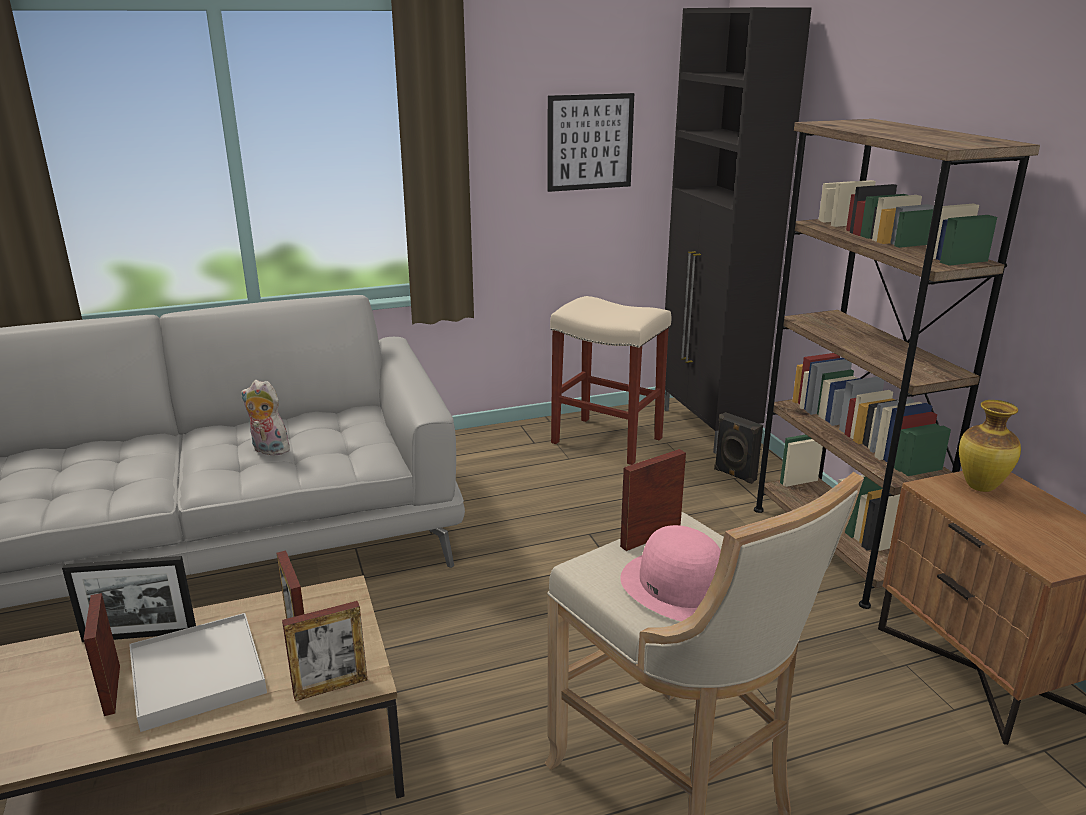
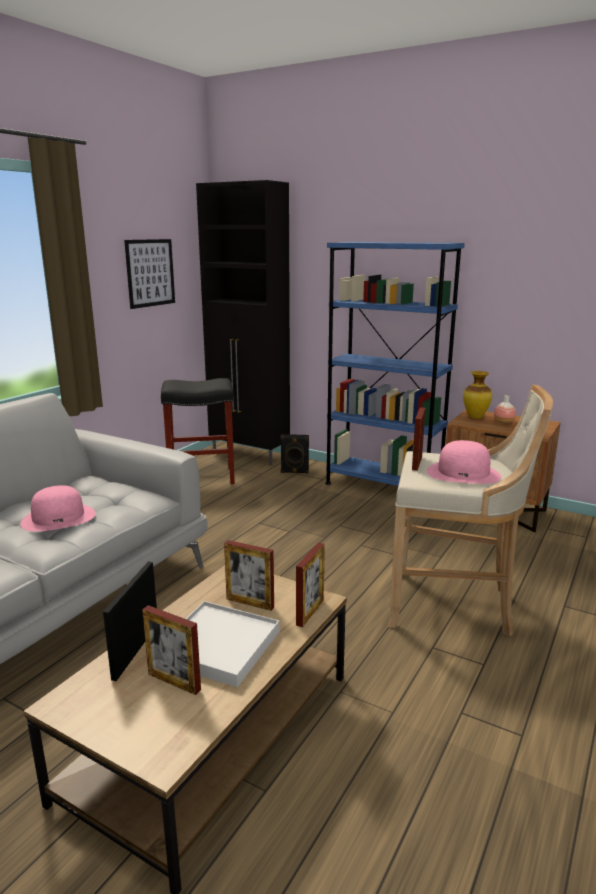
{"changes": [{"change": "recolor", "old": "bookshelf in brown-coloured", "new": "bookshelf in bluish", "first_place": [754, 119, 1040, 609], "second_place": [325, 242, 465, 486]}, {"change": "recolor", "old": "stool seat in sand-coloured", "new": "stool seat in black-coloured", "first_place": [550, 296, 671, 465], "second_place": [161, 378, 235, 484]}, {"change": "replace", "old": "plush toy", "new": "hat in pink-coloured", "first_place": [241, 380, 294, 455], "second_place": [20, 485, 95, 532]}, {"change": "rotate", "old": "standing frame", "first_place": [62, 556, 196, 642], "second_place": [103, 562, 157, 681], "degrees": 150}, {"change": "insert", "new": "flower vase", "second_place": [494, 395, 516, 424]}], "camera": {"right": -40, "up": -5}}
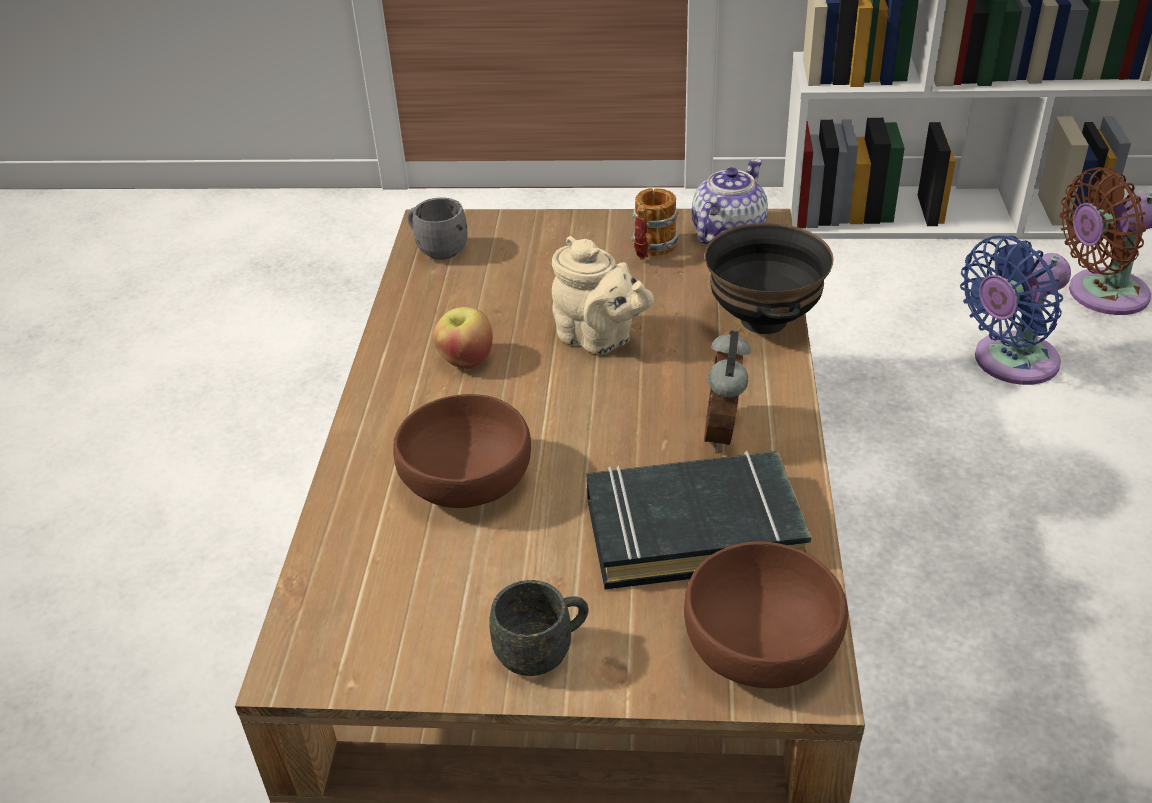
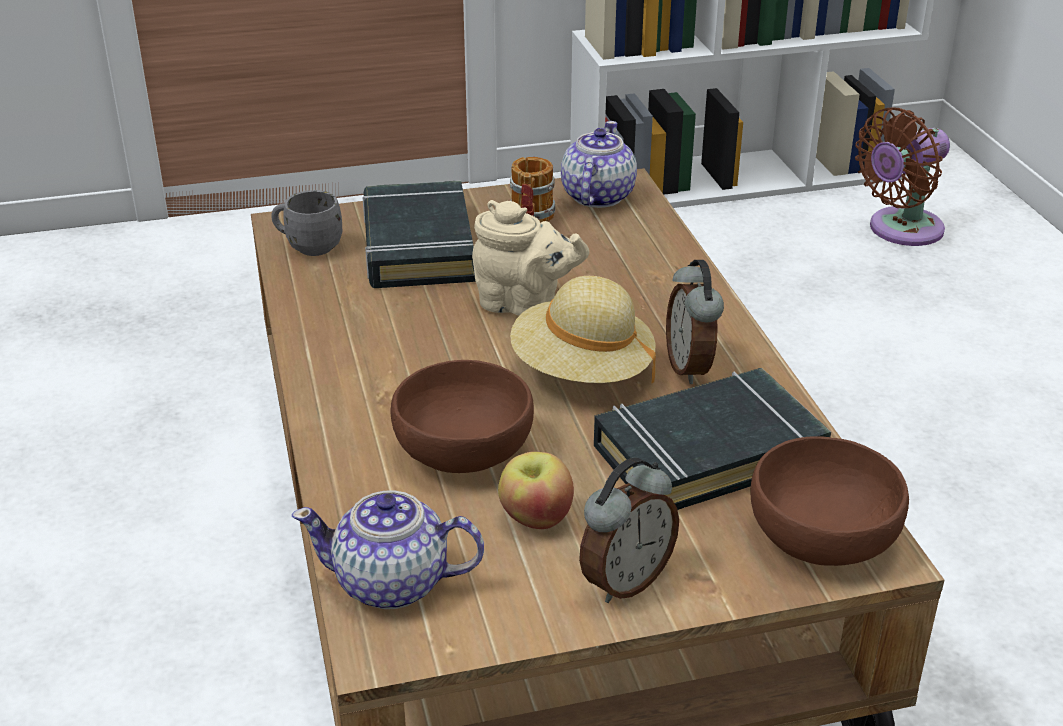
{"changes": [{"change": "delete", "old": "serving bowl in black-coloured", "first_place": [705, 223, 834, 334]}, {"change": "delete", "old": "fan in bluish", "first_place": [960, 235, 1071, 385]}, {"change": "move", "old": "apple", "first_place": [433, 307, 493, 369], "second_place": [498, 452, 574, 529]}, {"change": "replace", "old": "mug in greyish", "new": "bedside clock", "first_place": [489, 580, 589, 676], "second_place": [579, 457, 679, 603]}, {"change": "insert", "new": "book in black-coloured", "second_place": [362, 180, 476, 288]}, {"change": "insert", "new": "hat in sand-coloured", "second_place": [510, 276, 656, 383]}, {"change": "insert", "new": "pot for tea", "second_place": [292, 490, 484, 609]}], "camera": {"right": -20, "up": -5}}
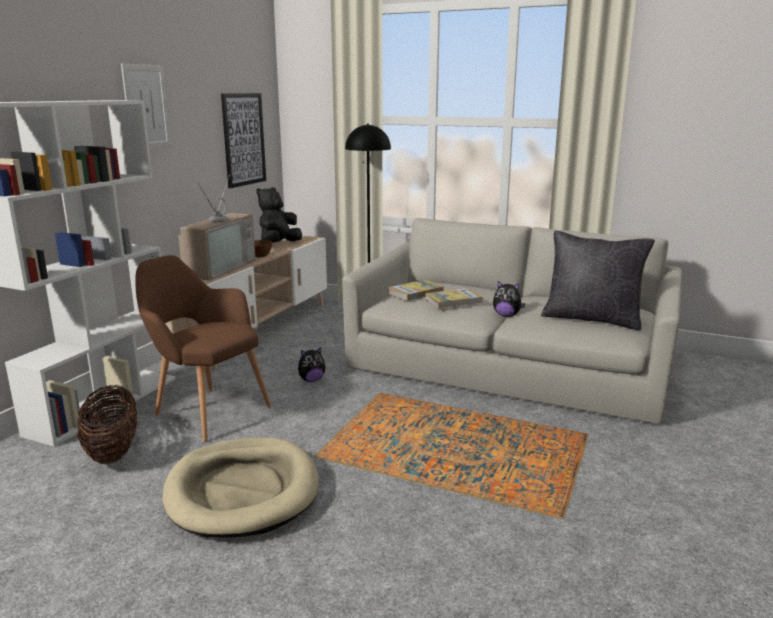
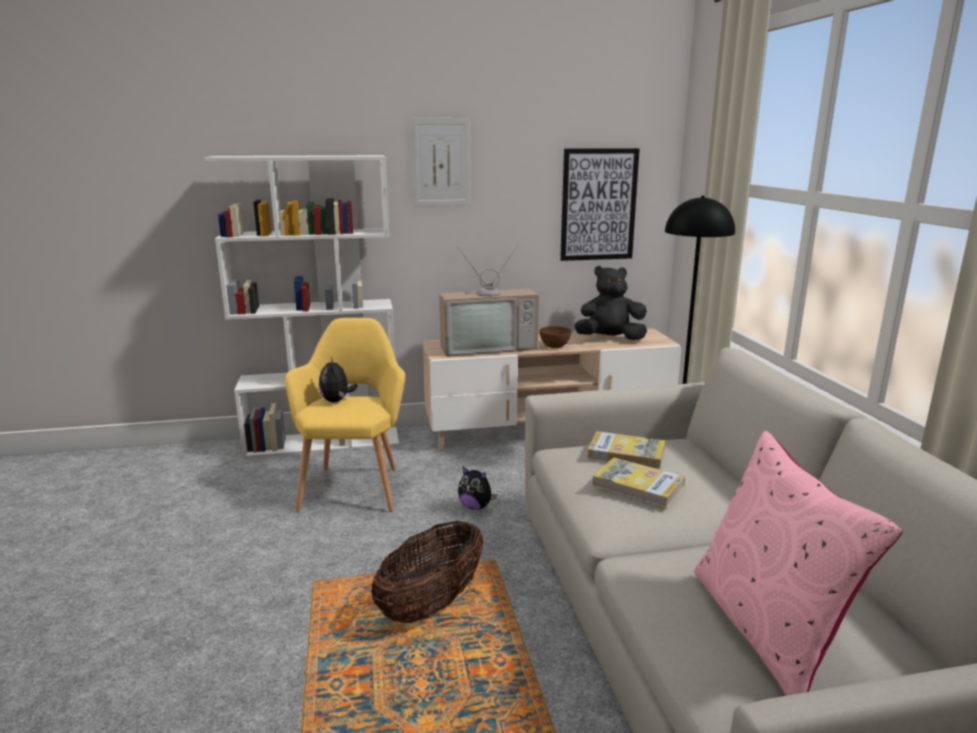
{"changes": [{"change": "recolor", "old": "throw pillow in black-coloured", "new": "throw pillow in pink-coloured", "first_place": [541, 231, 655, 330], "second_place": [694, 431, 903, 696]}, {"change": "recolor", "old": "lounge chair in brown-coloured", "new": "lounge chair in yellow-coloured", "first_place": [135, 255, 271, 442], "second_place": [285, 318, 405, 512]}, {"change": "move", "old": "plush toy", "first_place": [493, 281, 526, 317], "second_place": [319, 357, 358, 402]}, {"change": "move", "old": "storage basket", "first_place": [77, 385, 137, 464], "second_place": [371, 521, 484, 623]}, {"change": "delete", "old": "dog cushion in sand-coloured", "first_place": [162, 437, 319, 537]}], "camera": {"right": 55, "up": 0}}
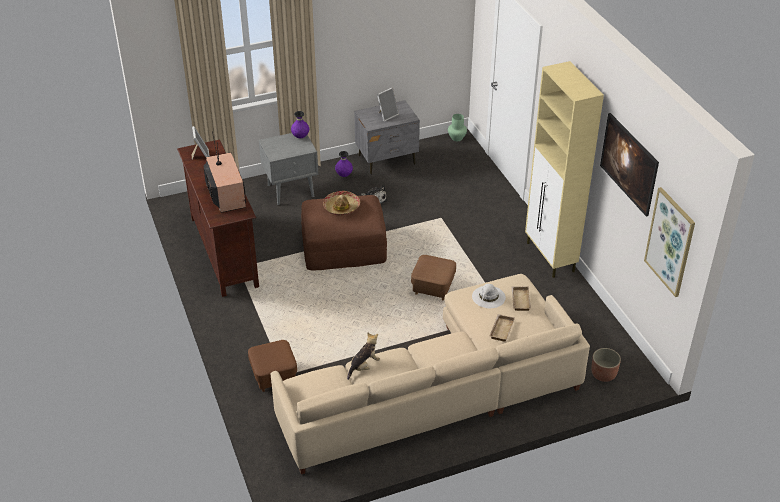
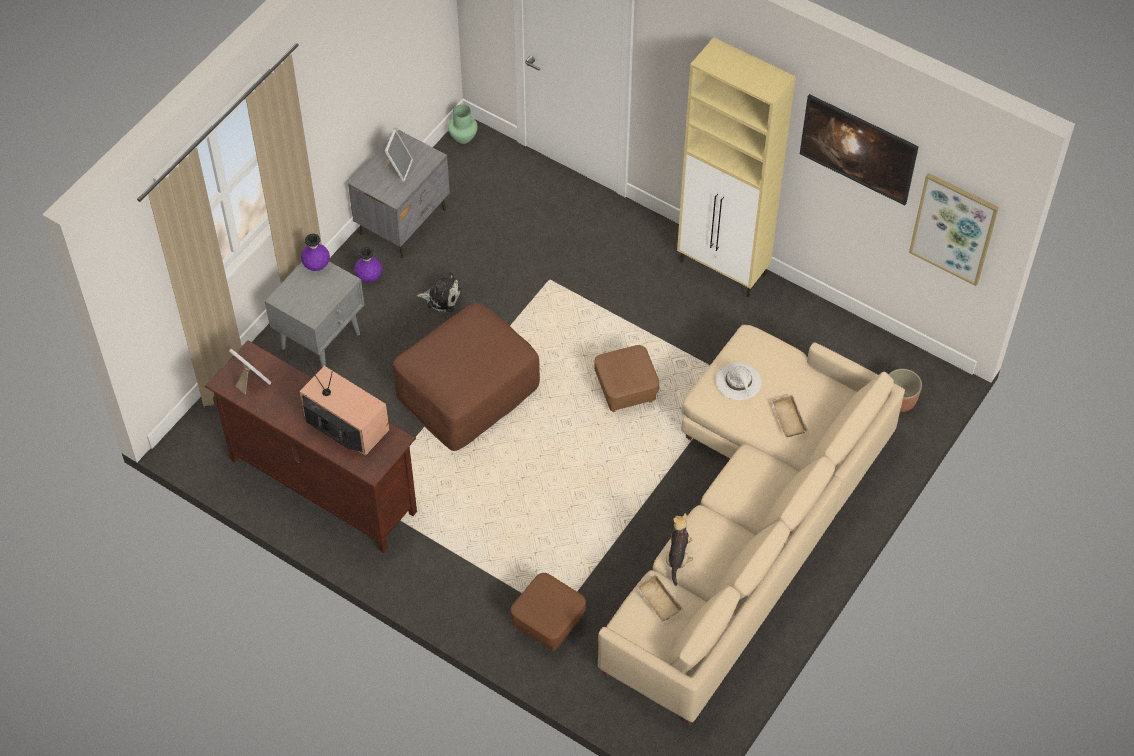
{"changes": [{"change": "delete", "old": "hat", "first_place": [323, 191, 360, 215]}, {"change": "move", "old": "serving tray in sand-coloured", "first_place": [511, 286, 531, 311], "second_place": [635, 574, 683, 622]}], "camera": {"right": -35, "up": 15}}
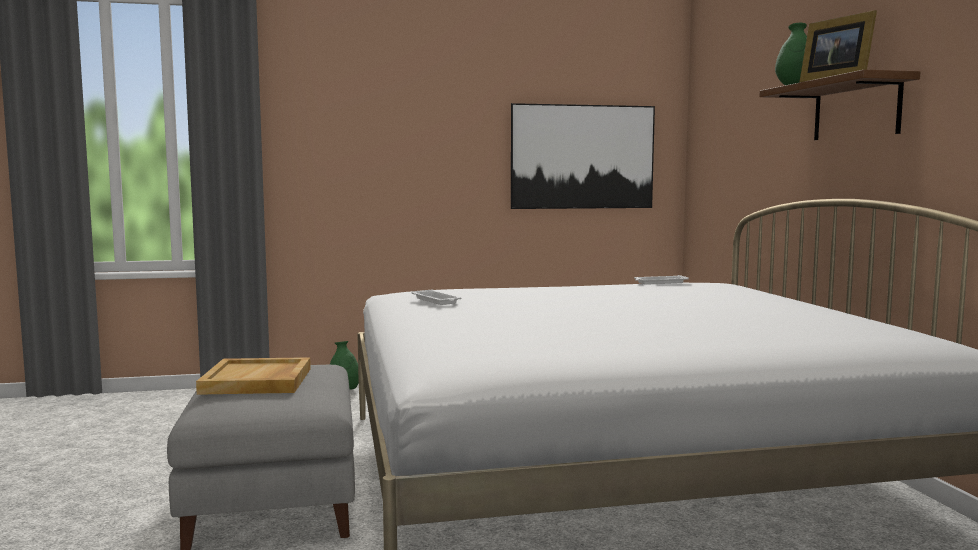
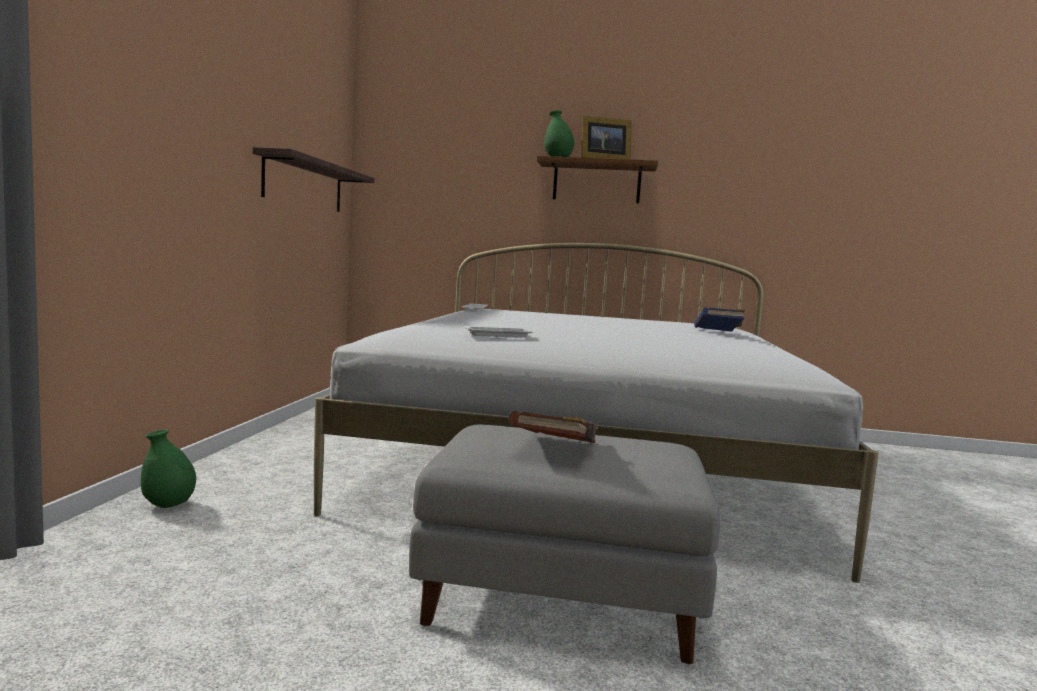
{"changes": [{"change": "replace", "old": "wall art", "new": "bracket shelf", "first_place": [511, 103, 655, 209], "second_place": [253, 147, 374, 212]}, {"change": "replace", "old": "serving tray in sand-coloured", "new": "book in brown-coloured", "first_place": [196, 357, 311, 395], "second_place": [509, 411, 598, 443]}, {"change": "insert", "new": "book in bluish", "second_place": [694, 308, 745, 332]}], "camera": {"right": -70, "up": 0}}
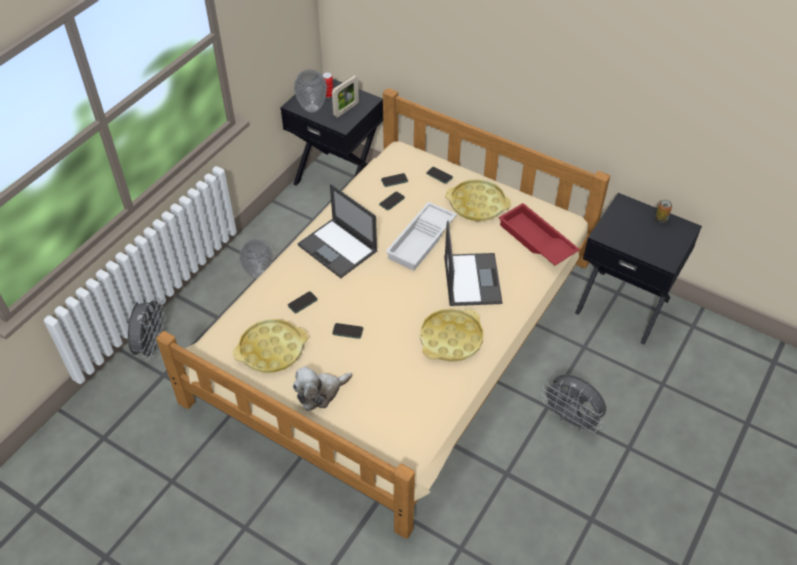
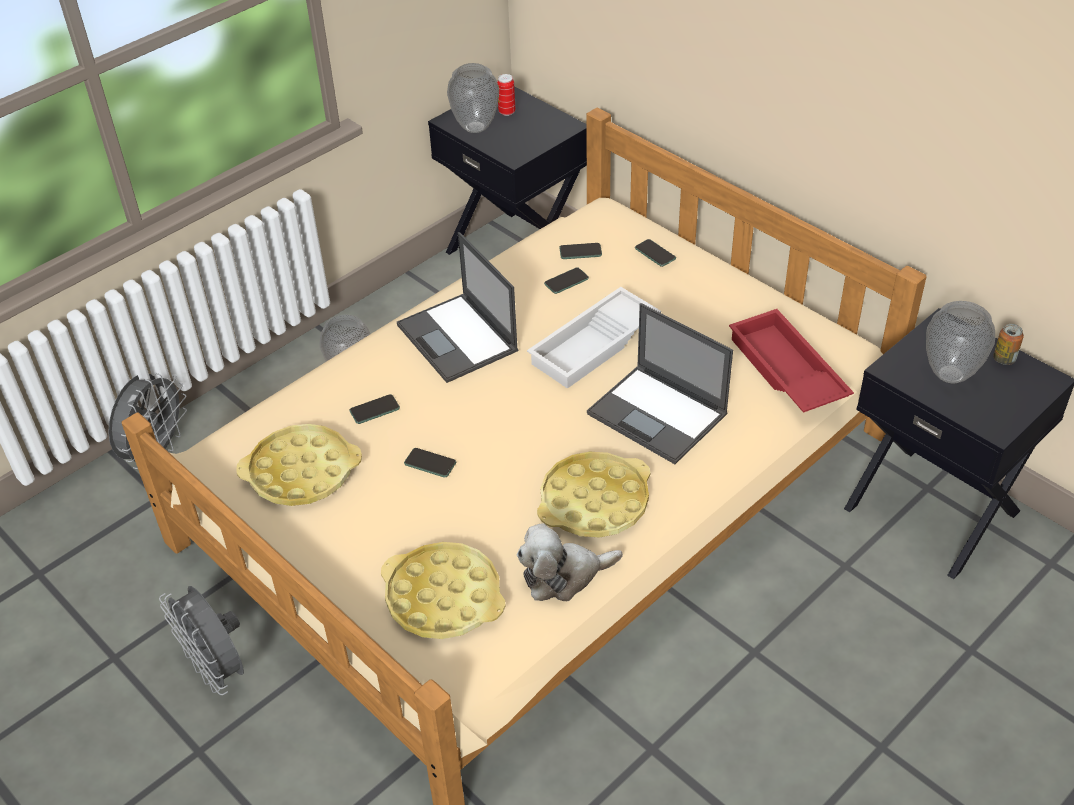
{"changes": [{"change": "delete", "old": "standing frame", "first_place": [332, 75, 359, 117]}, {"change": "move", "old": "serving tray in yellow-coloured", "first_place": [445, 179, 511, 221], "second_place": [381, 542, 505, 639]}, {"change": "rotate", "old": "portable computer", "first_place": [444, 221, 503, 306], "second_place": [587, 303, 733, 464], "degrees": 120}, {"change": "move", "old": "plush toy", "first_place": [293, 366, 352, 411], "second_place": [517, 523, 623, 601]}, {"change": "move", "old": "fan in greyish", "first_place": [541, 374, 606, 433], "second_place": [159, 586, 244, 695]}, {"change": "insert", "new": "flower vase", "second_place": [926, 301, 995, 383]}], "camera": {"right": 15, "up": -5}}
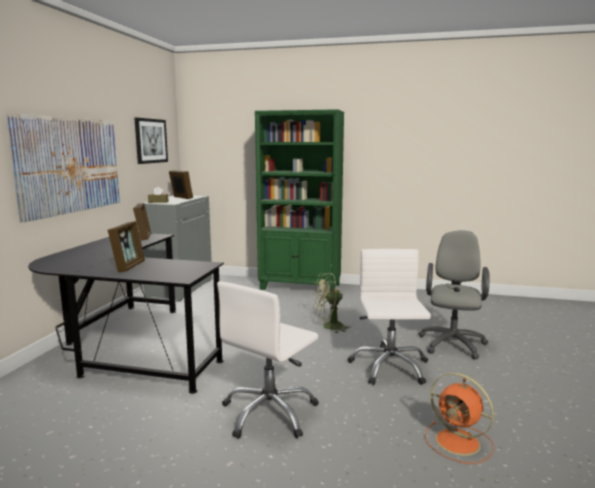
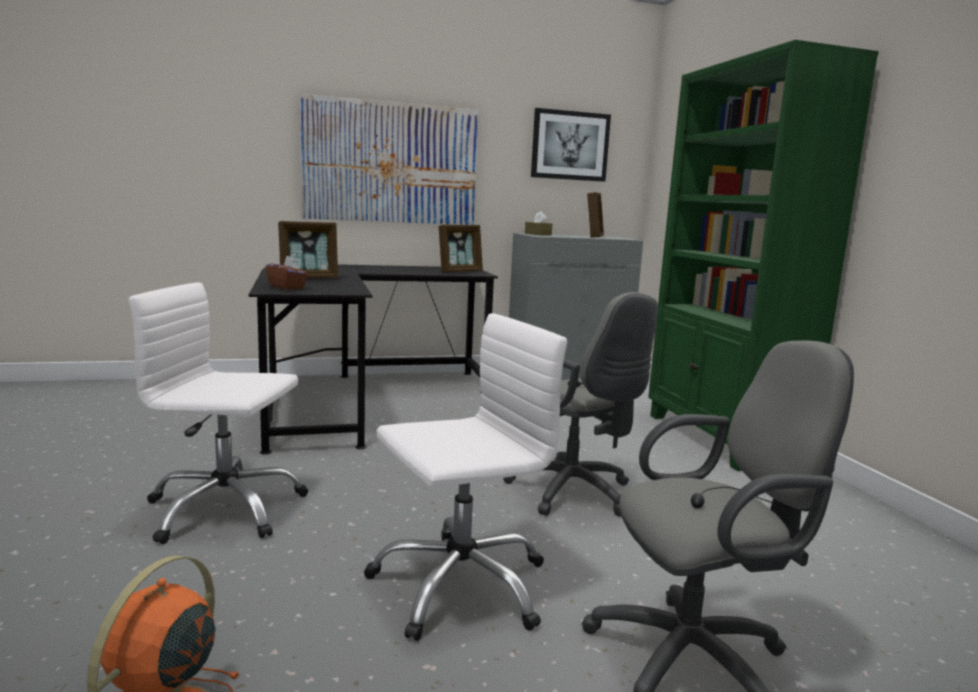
{"changes": [{"change": "replace", "old": "fan in green-coloured", "new": "office chair in greyish", "first_place": [313, 273, 351, 334], "second_place": [504, 292, 658, 517]}, {"change": "insert", "new": "box of tissues in brown-coloured", "second_place": [266, 256, 308, 290]}], "camera": {"right": 60, "up": 0}}
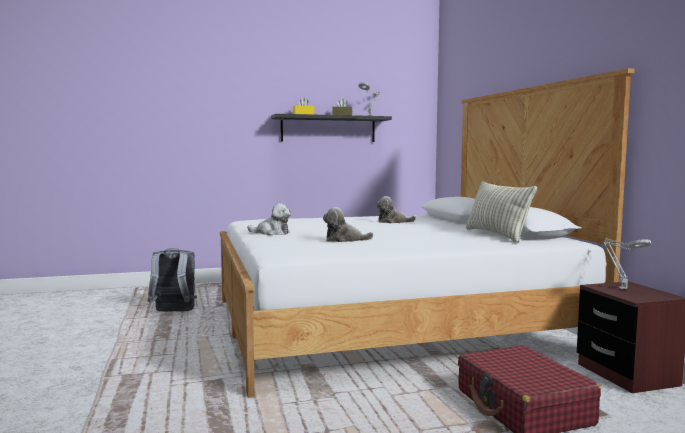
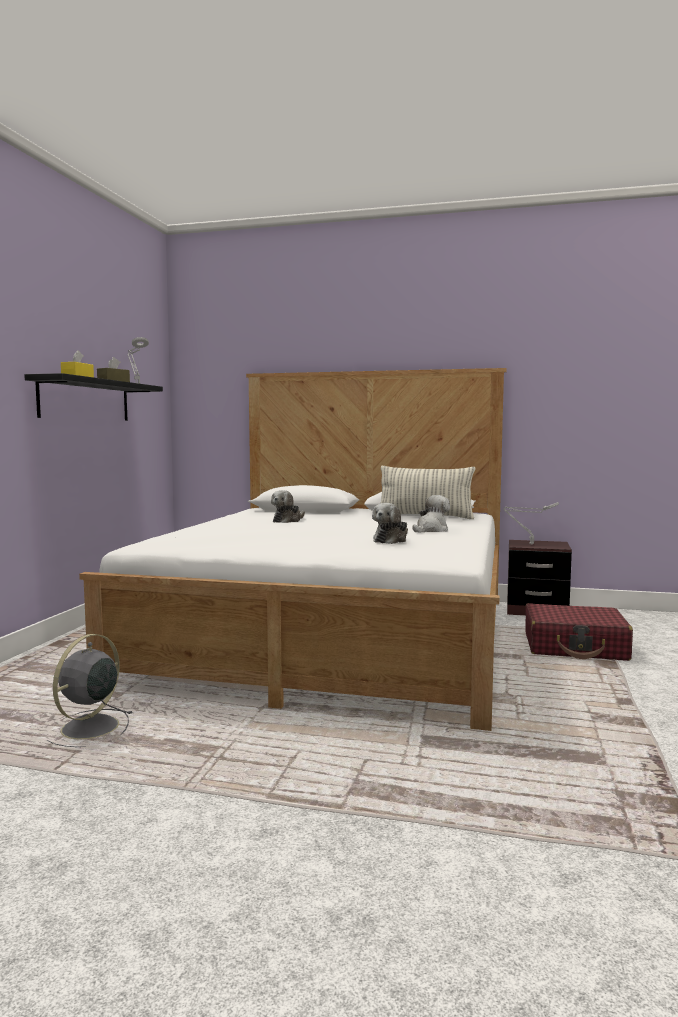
{"changes": [{"change": "move", "old": "plush toy", "first_place": [247, 203, 291, 235], "second_place": [412, 495, 450, 532]}, {"change": "replace", "old": "rucksack in greyish", "new": "fan in greyish", "first_place": [148, 248, 197, 312], "second_place": [47, 634, 133, 747]}], "camera": {"right": -60, "up": 0}}
